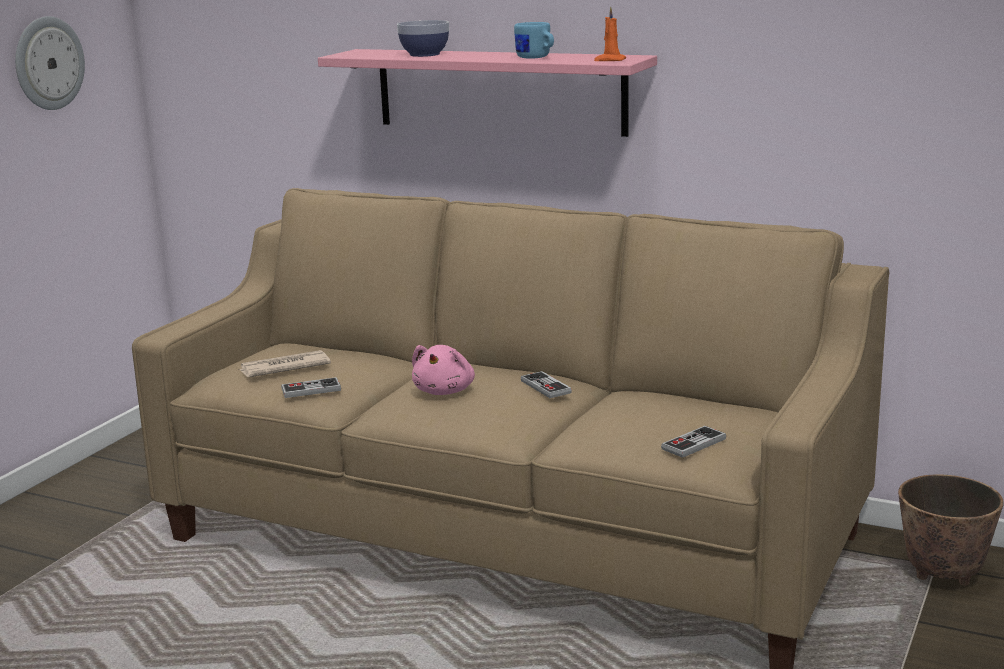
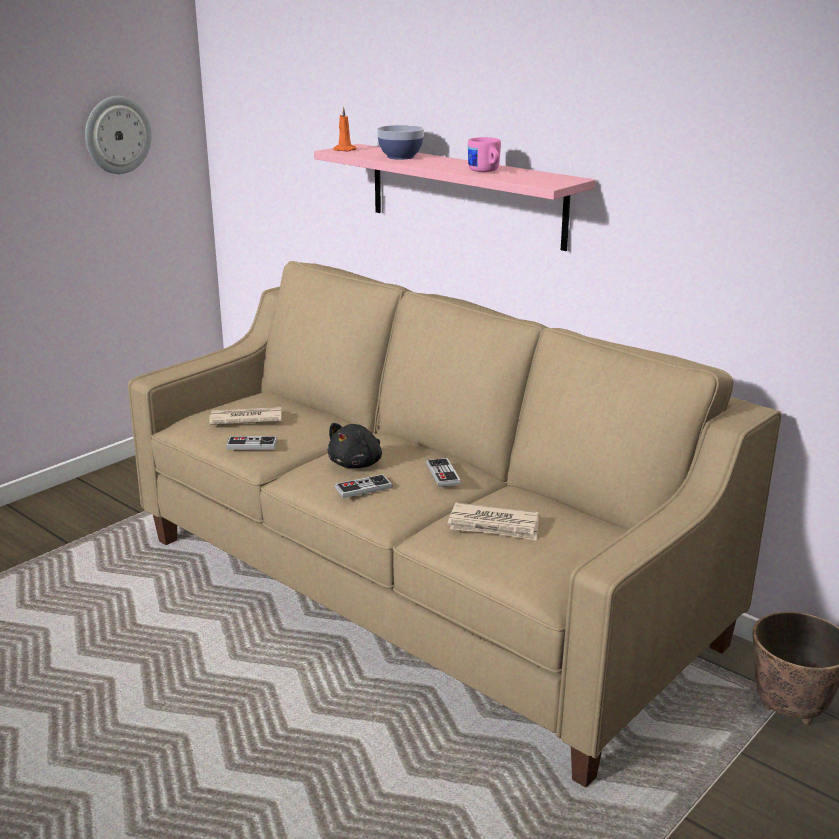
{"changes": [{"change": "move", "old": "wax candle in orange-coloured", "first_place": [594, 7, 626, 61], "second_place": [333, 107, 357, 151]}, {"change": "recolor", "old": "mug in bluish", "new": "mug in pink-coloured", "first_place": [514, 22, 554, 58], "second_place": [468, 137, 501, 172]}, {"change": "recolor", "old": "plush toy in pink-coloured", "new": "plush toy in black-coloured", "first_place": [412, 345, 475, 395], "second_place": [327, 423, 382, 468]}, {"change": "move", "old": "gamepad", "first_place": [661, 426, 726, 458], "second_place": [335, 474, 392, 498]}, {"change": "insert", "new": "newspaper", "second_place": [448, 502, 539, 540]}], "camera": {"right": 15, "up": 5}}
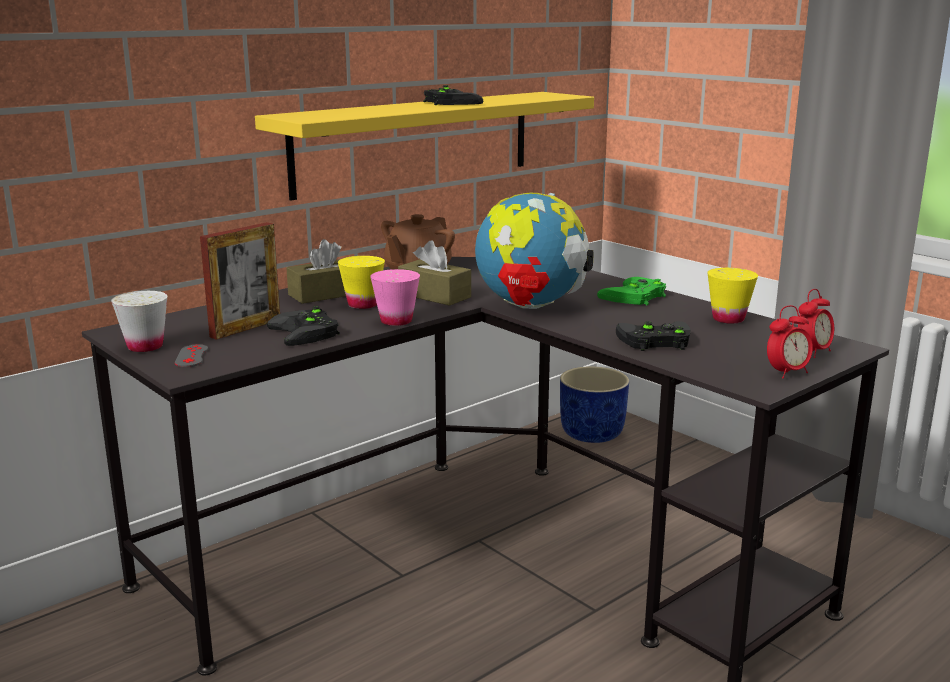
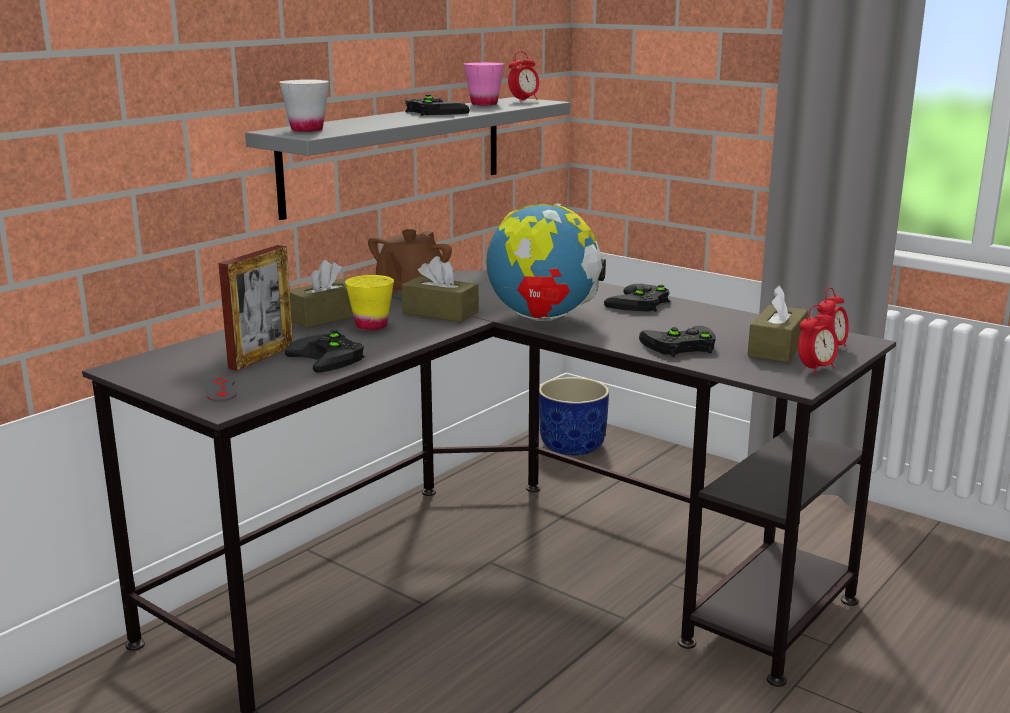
{"changes": [{"change": "recolor", "old": "bracket shelf in yellow-coloured", "new": "bracket shelf in greyish", "first_place": [255, 92, 594, 200], "second_place": [245, 97, 570, 220]}, {"change": "delete", "old": "cup in yellow-coloured", "first_place": [707, 268, 758, 324]}, {"change": "move", "old": "cup in pink-coloured", "first_place": [370, 269, 420, 326], "second_place": [464, 62, 504, 105]}, {"change": "recolor", "old": "gamepad in green-coloured", "new": "gamepad in black-coloured", "first_place": [597, 277, 666, 305], "second_place": [604, 284, 670, 312]}, {"change": "move", "old": "cup in white", "first_place": [111, 291, 168, 352], "second_place": [279, 80, 329, 132]}, {"change": "insert", "new": "bedside clock", "second_place": [508, 51, 539, 102]}, {"change": "insert", "new": "box of tissues in brown-coloured", "second_place": [748, 285, 808, 363]}], "camera": {"right": -10, "up": 0}}
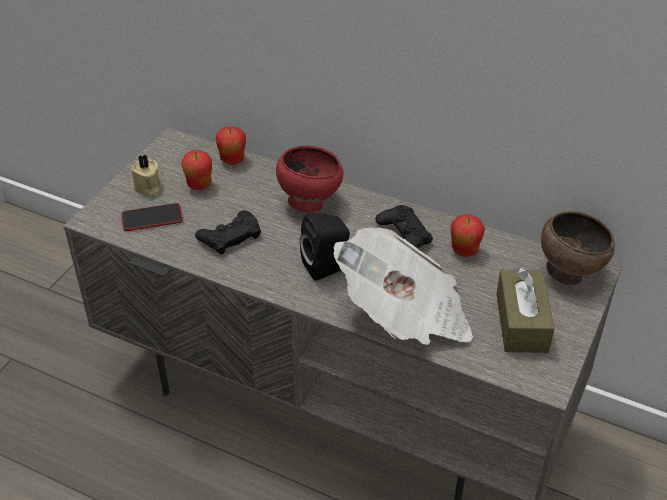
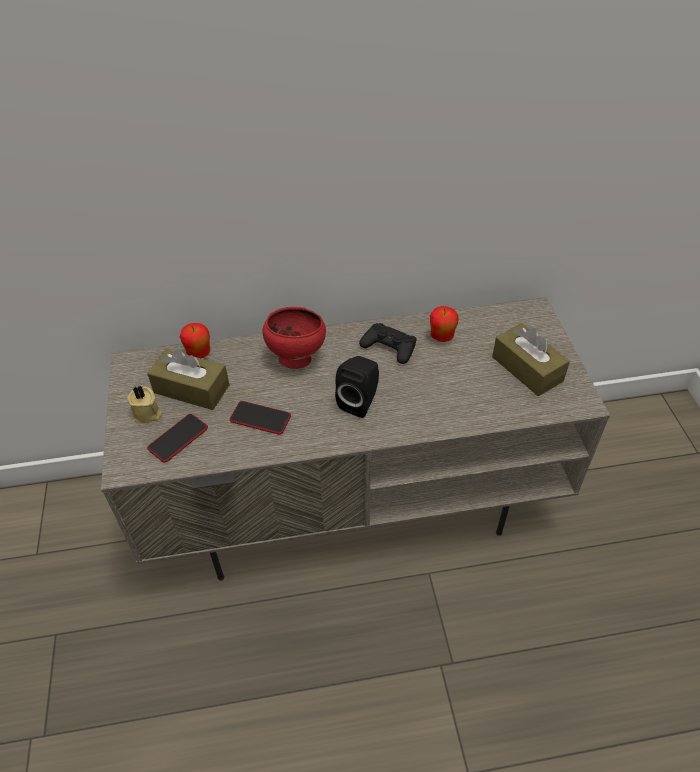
{"changes": [{"change": "replace", "old": "apple", "new": "box of tissues in brown-coloured", "first_place": [181, 150, 212, 190], "second_place": [147, 349, 229, 410]}, {"change": "replace", "old": "gamepad in black-coloured", "new": "phone", "first_place": [195, 210, 261, 254], "second_place": [230, 401, 291, 435]}, {"change": "delete", "old": "serving bowl in brown-coloured", "first_place": [541, 211, 615, 285]}, {"change": "delete", "old": "newspaper", "first_place": [333, 228, 473, 345]}], "camera": {"right": -35, "up": 5}}
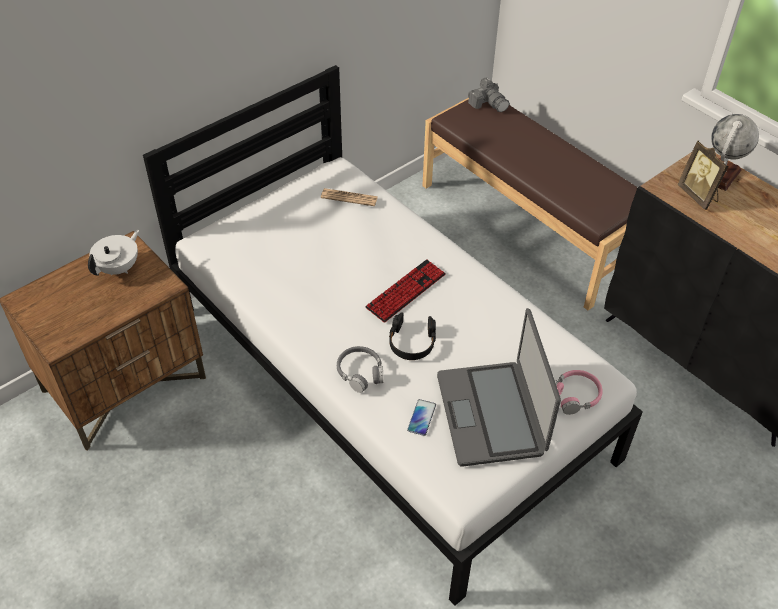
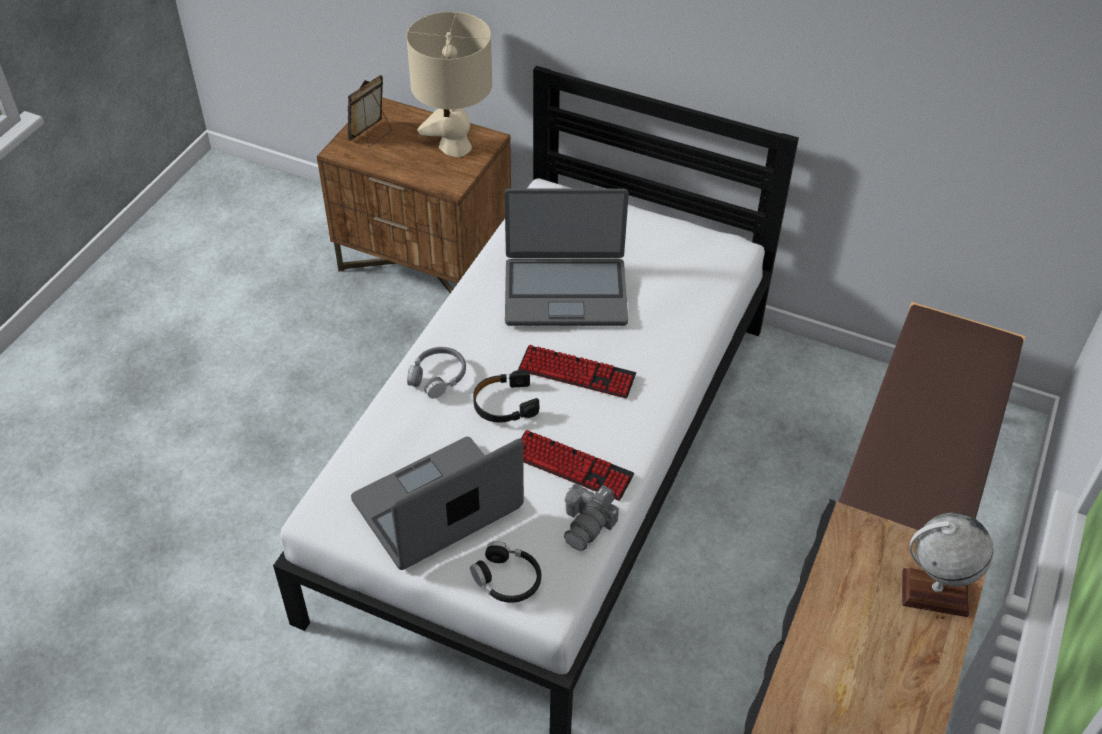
{"changes": [{"change": "move", "old": "still camera", "first_place": [468, 77, 509, 112], "second_place": [564, 483, 619, 551]}, {"change": "move", "old": "standing frame", "first_place": [677, 140, 728, 210], "second_place": [348, 75, 392, 147]}, {"change": "delete", "old": "newspaper", "first_place": [321, 188, 378, 206]}, {"change": "replace", "old": "pot for tea in white", "new": "tabletop lamp in sand-coloured", "first_place": [88, 230, 139, 275], "second_place": [406, 12, 492, 157]}, {"change": "recolor", "old": "headset in pink-coloured", "new": "headset in black-coloured", "first_place": [555, 370, 603, 415], "second_place": [470, 541, 541, 603]}, {"change": "delete", "old": "phone", "first_place": [407, 399, 436, 436]}, {"change": "insert", "new": "portable computer", "second_place": [505, 189, 629, 326]}, {"change": "insert", "new": "keyboard", "second_place": [521, 430, 635, 501]}], "camera": {"right": 65, "up": 0}}
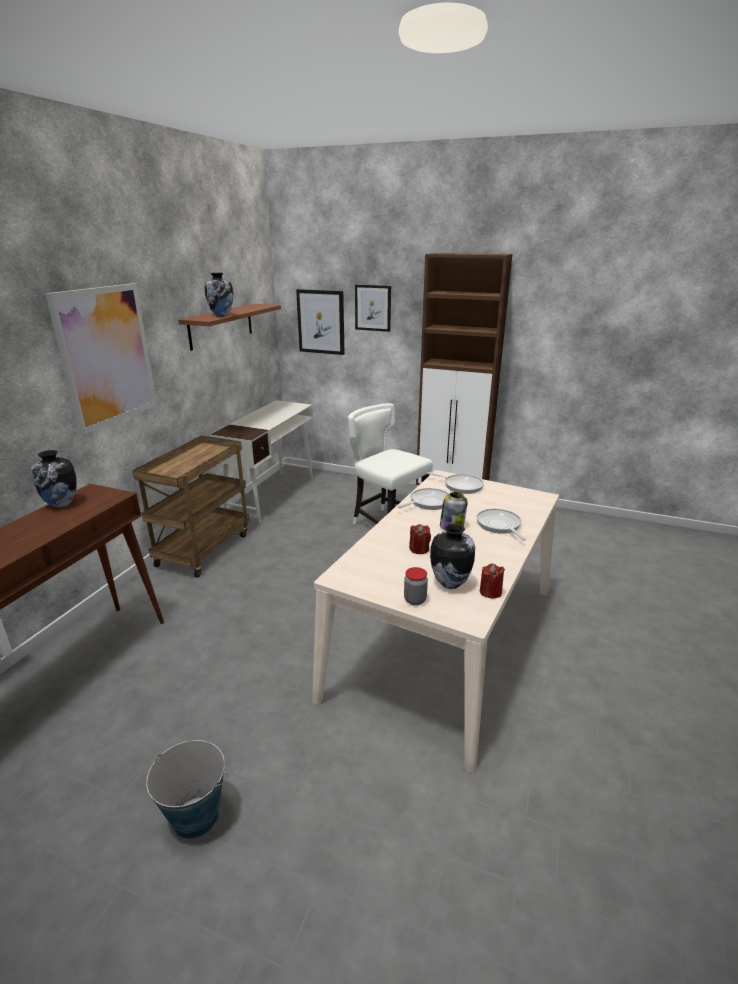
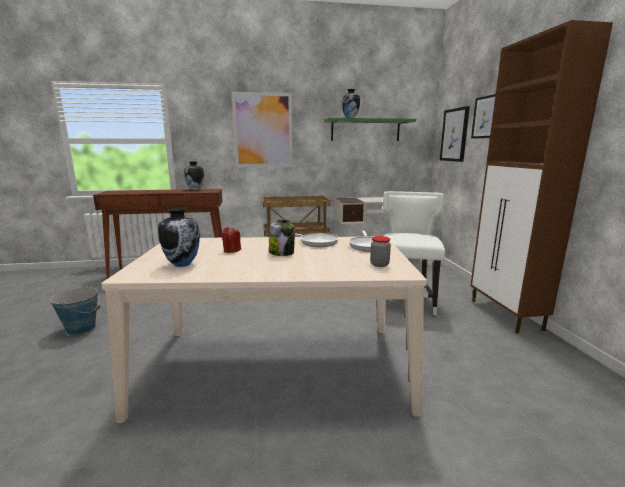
{"changes": [{"change": "recolor", "old": "bracket shelf in brown-coloured", "new": "bracket shelf in green-coloured", "first_place": [178, 304, 281, 351], "second_place": [324, 118, 416, 141]}, {"change": "delete", "old": "pan", "first_place": [476, 509, 526, 541]}, {"change": "delete", "old": "wax candle in red-coloured", "first_place": [480, 564, 505, 598]}, {"change": "move", "old": "jar", "first_place": [404, 567, 428, 605], "second_place": [370, 236, 391, 267]}], "camera": {"right": 60, "up": -10}}
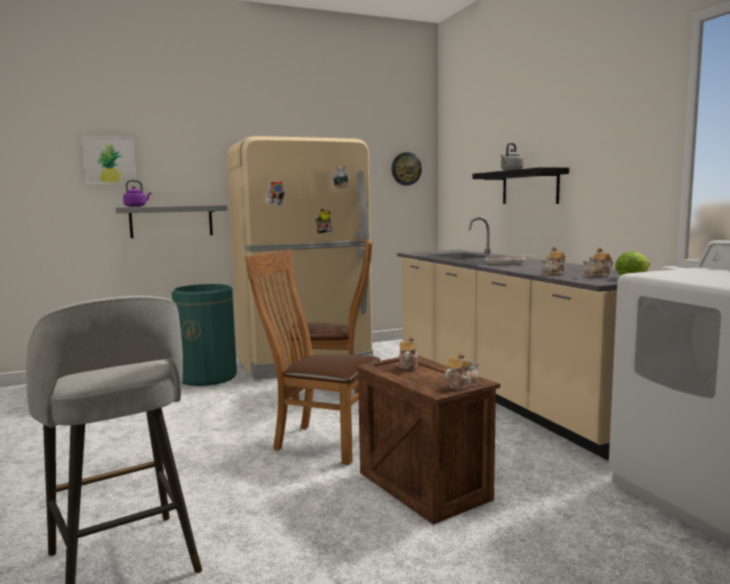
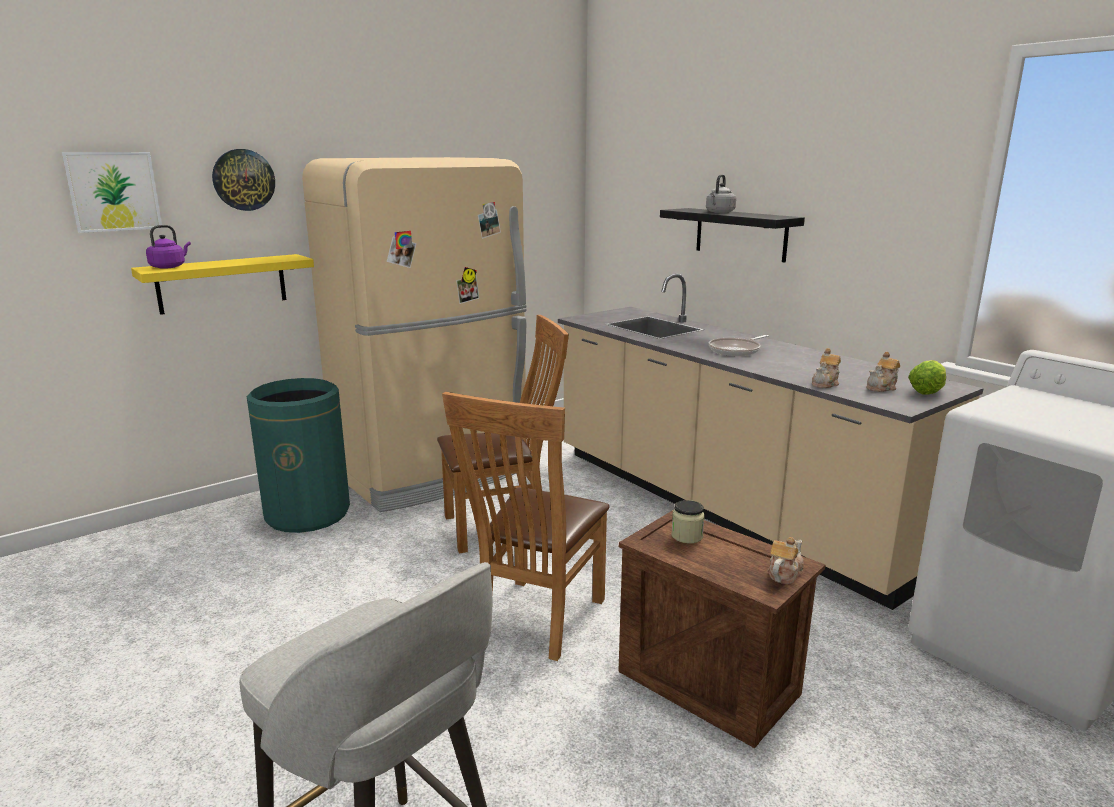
{"changes": [{"change": "move", "old": "clock on the wall", "first_place": [391, 152, 422, 186], "second_place": [212, 149, 275, 211]}, {"change": "recolor", "old": "bracket shelf in greyish", "new": "bracket shelf in yellow-coloured", "first_place": [116, 205, 227, 238], "second_place": [131, 254, 314, 315]}, {"change": "rotate", "old": "upright chair in brown-coloured", "first_place": [245, 249, 380, 465], "second_place": [442, 392, 610, 661], "degrees": -75}, {"change": "replace", "old": "pot for tea", "new": "jar", "first_place": [398, 336, 419, 369], "second_place": [671, 500, 705, 544]}], "camera": {"right": -15, "up": 10}}
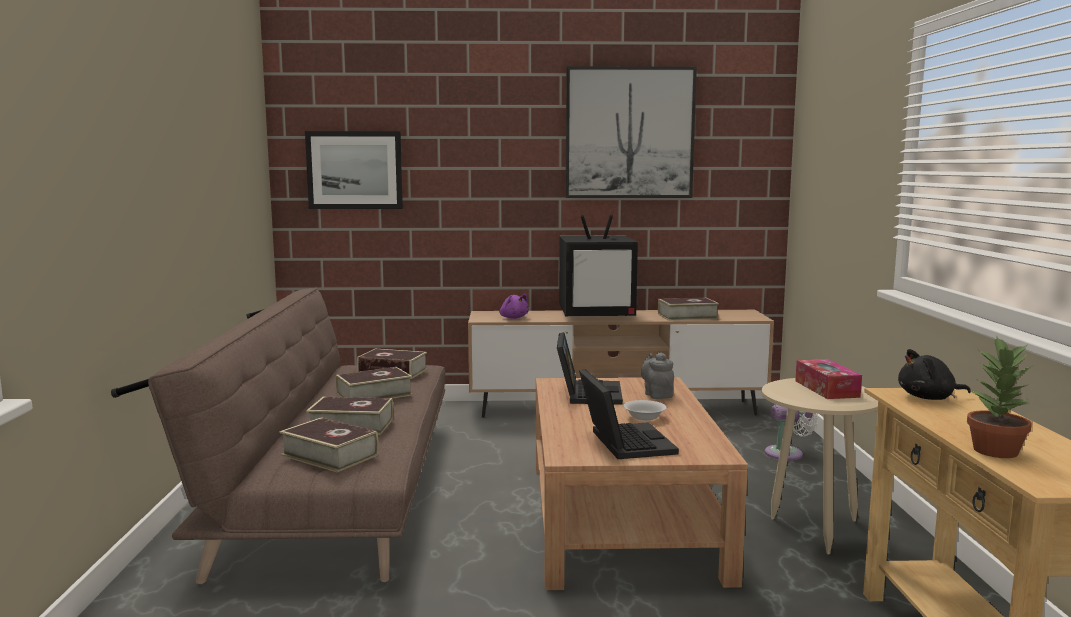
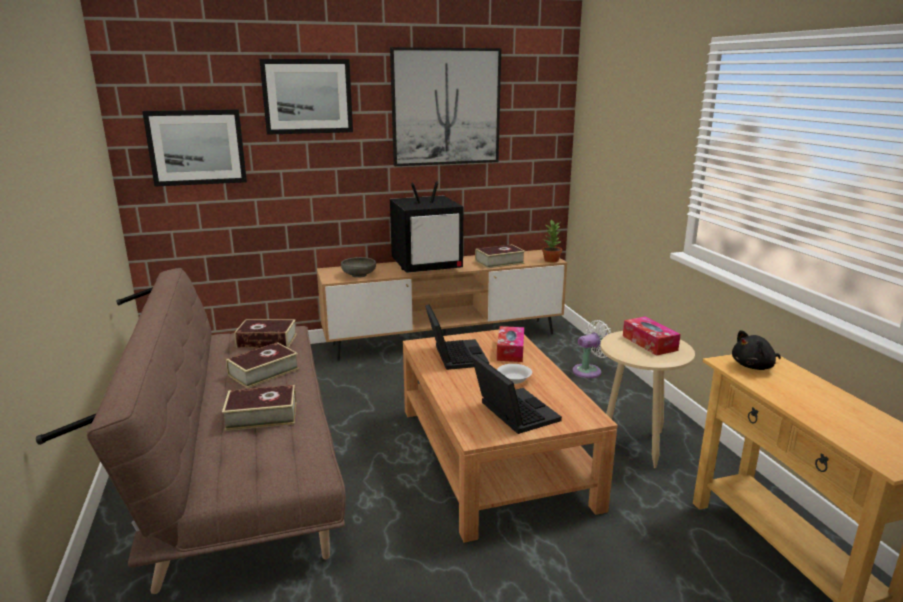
{"changes": [{"change": "replace", "old": "plush toy in purple", "new": "serving bowl in greyish", "first_place": [499, 294, 529, 319], "second_place": [341, 257, 376, 278]}, {"change": "move", "old": "houseplant", "first_place": [967, 336, 1034, 458], "second_place": [542, 220, 562, 263]}, {"change": "replace", "old": "pot for tea in greyish", "new": "box of tissues", "first_place": [641, 352, 674, 399], "second_place": [497, 326, 524, 362]}, {"change": "delete", "old": "book", "first_place": [279, 417, 379, 473]}, {"change": "insert", "new": "wall art", "second_place": [259, 59, 353, 135]}], "camera": {"right": -15, "up": 10}}
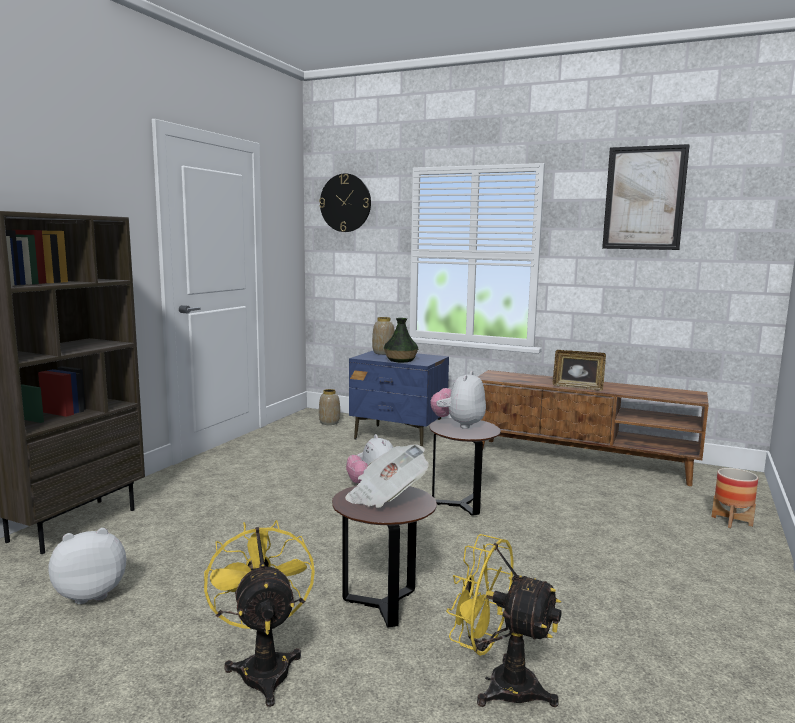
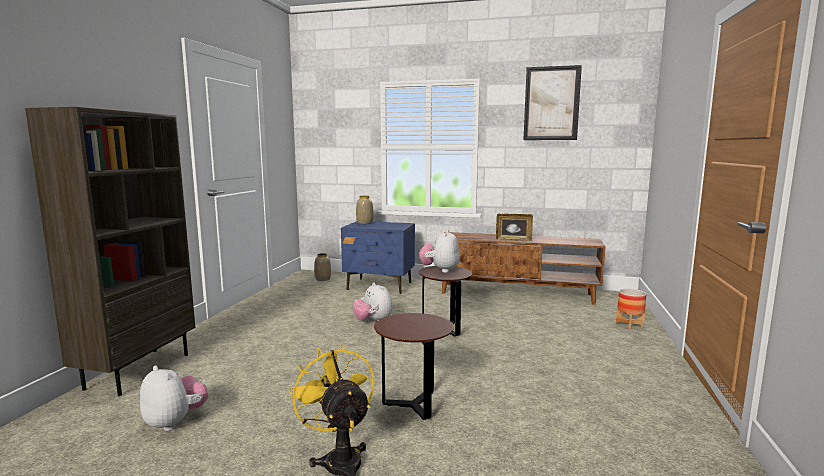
{"changes": [{"change": "delete", "old": "clock on the wall", "first_place": [319, 173, 371, 232]}, {"change": "delete", "old": "flower vase", "first_place": [384, 318, 418, 362]}, {"change": "delete", "old": "newspaper", "first_place": [345, 444, 429, 508]}, {"change": "rotate", "old": "plush toy", "first_place": [48, 528, 126, 604], "second_place": [140, 365, 208, 431], "degrees": 75}, {"change": "delete", "old": "fan in yellow-coloured", "first_place": [446, 534, 562, 707]}], "camera": {"right": -10, "up": 0}}
